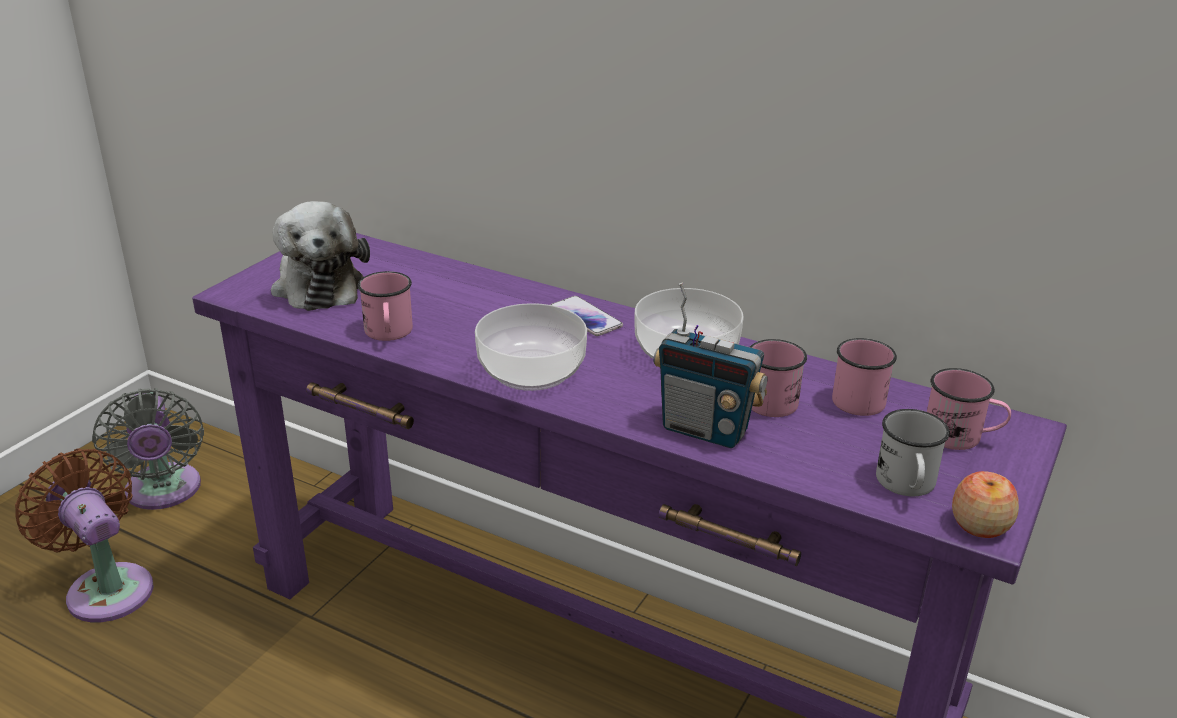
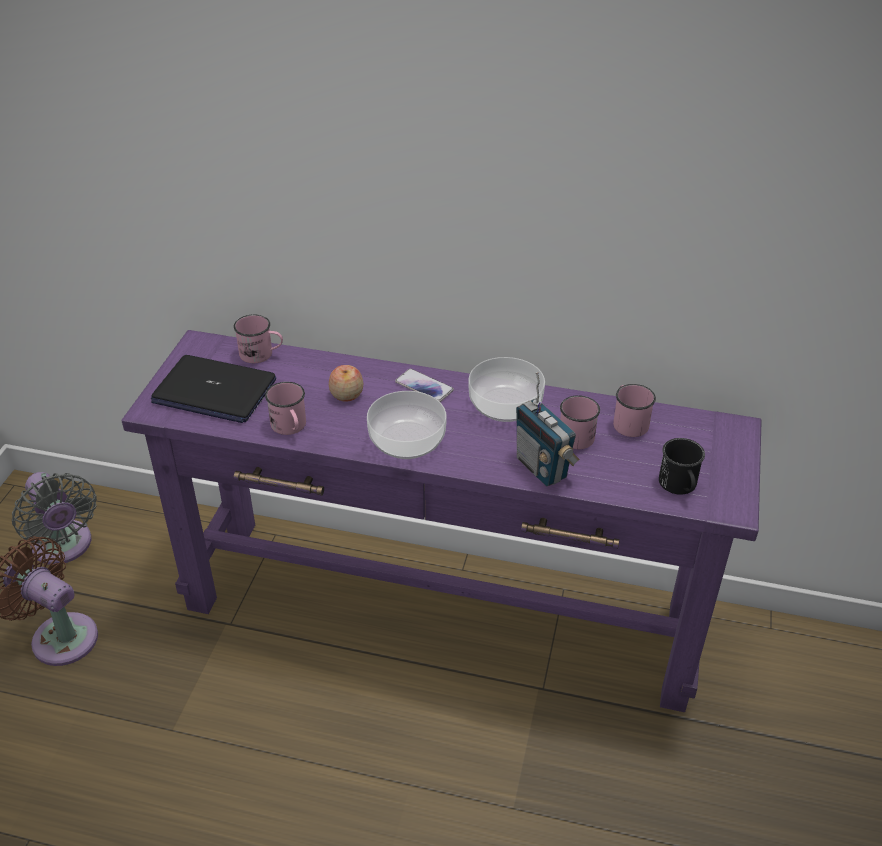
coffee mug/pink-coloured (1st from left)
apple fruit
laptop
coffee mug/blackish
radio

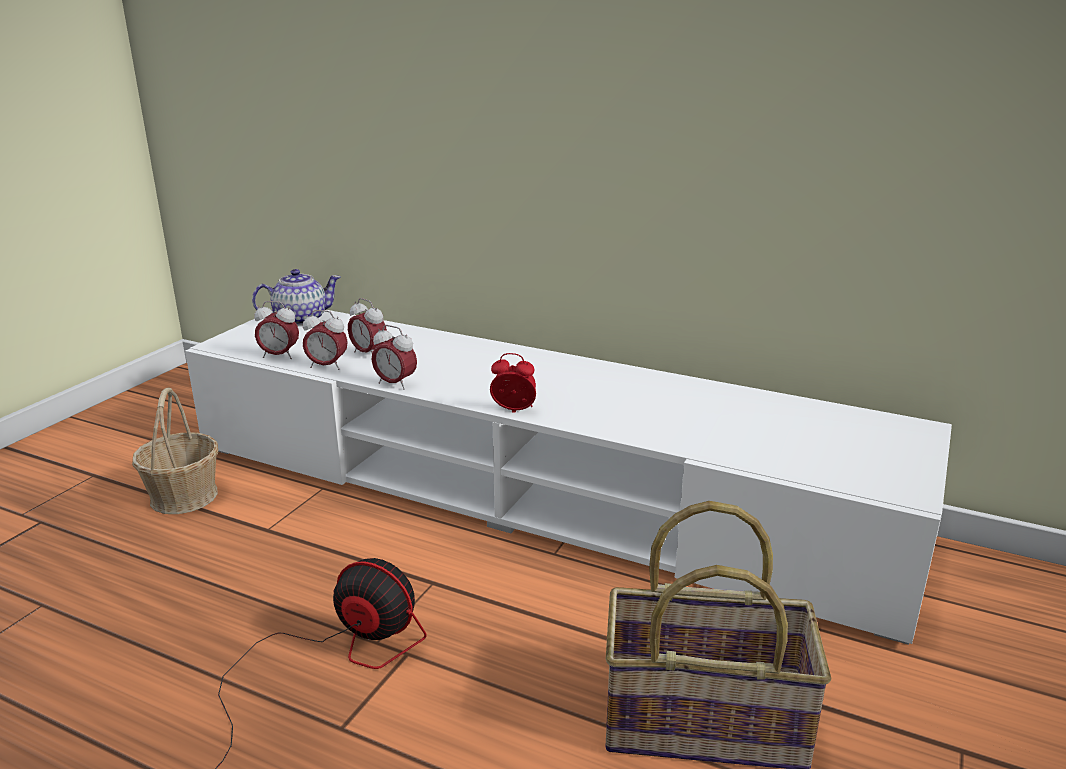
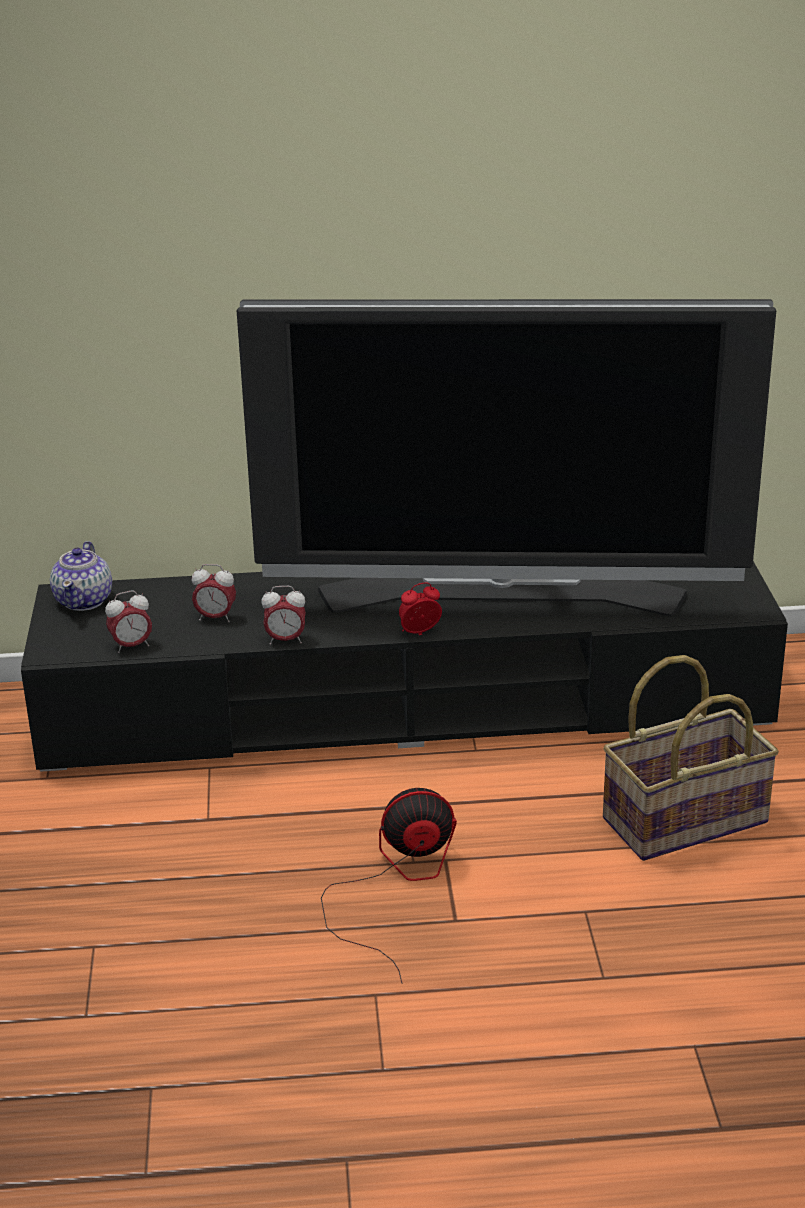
basket (1st from left in the first image)
table clock (2nd from left in the first image)
TV
tv unit/blackish
pot for tea

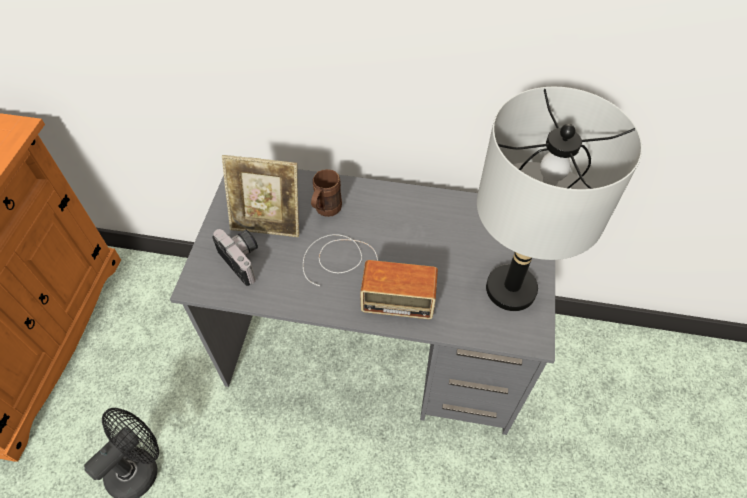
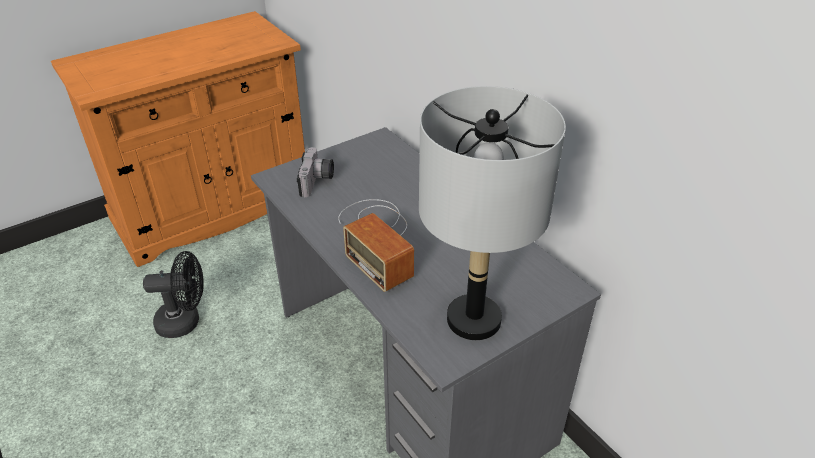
picture frame
coffee mug/brownish

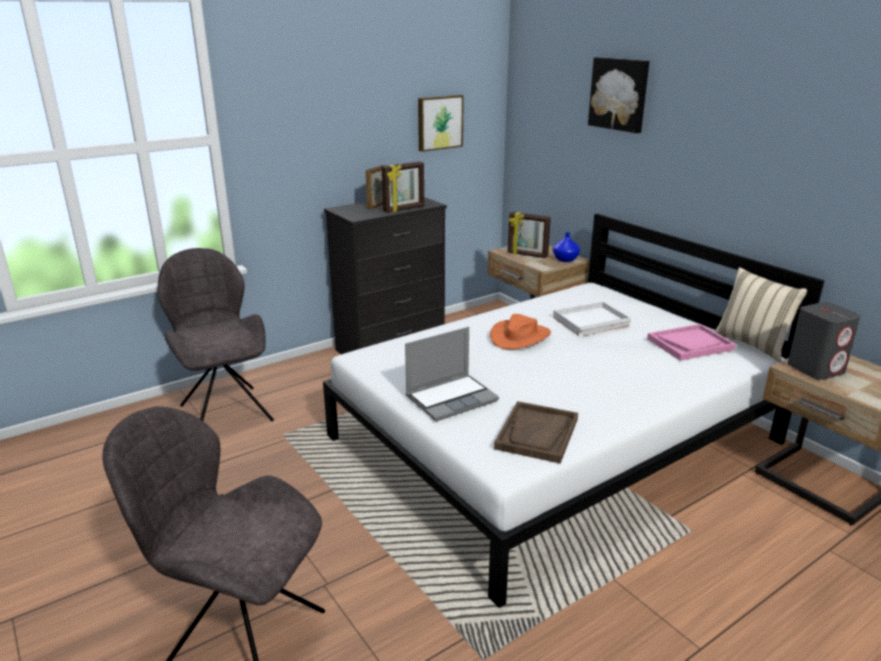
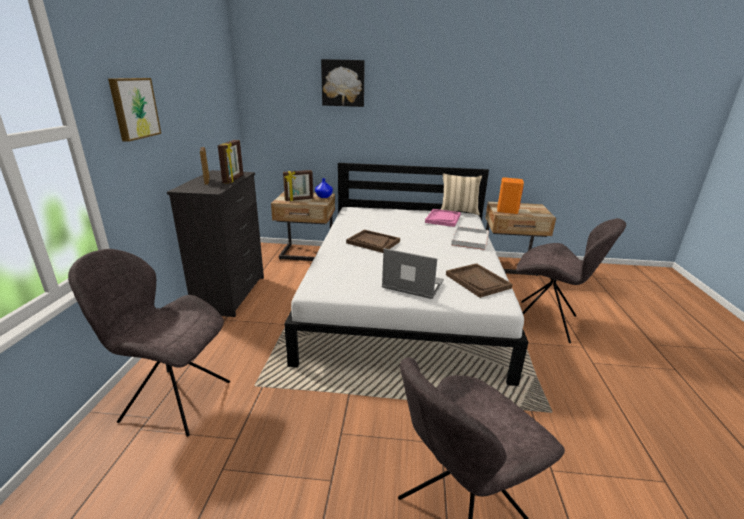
upright chair/grey (3rd from left)
wall art (1st from left)
serving tray/white
serving tray/brownish (1st from left)
loudspeaker/orangey
laptop

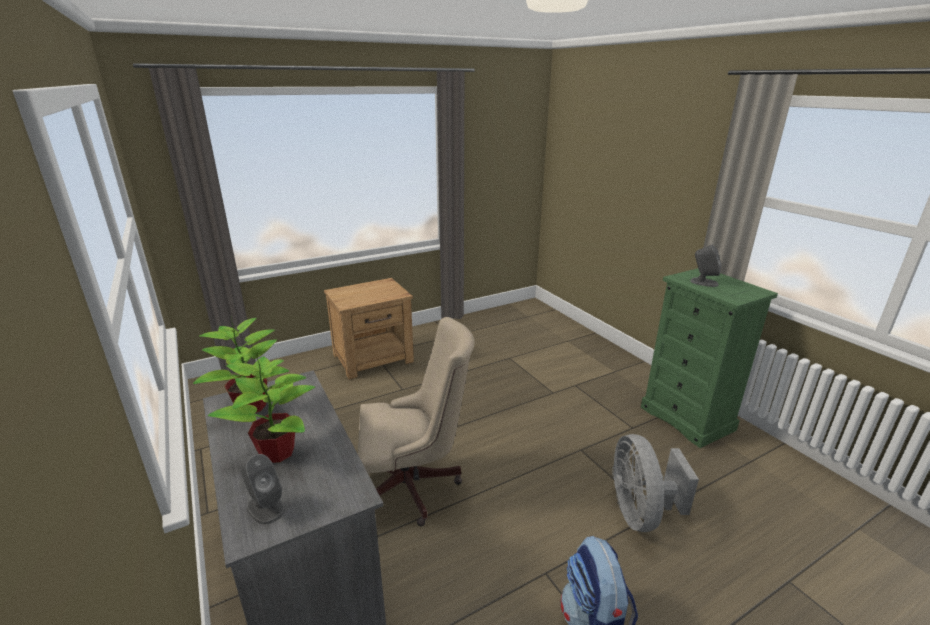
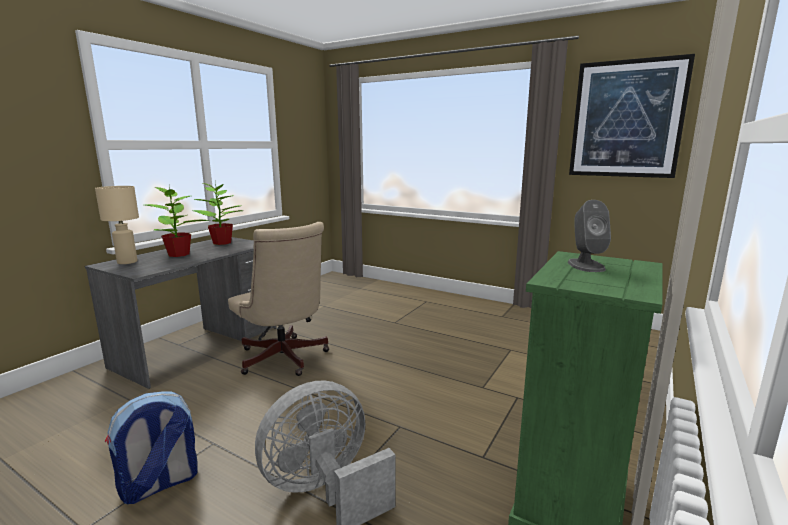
nightstand/brownish
wall art
tabletop lamp/sand-coloured

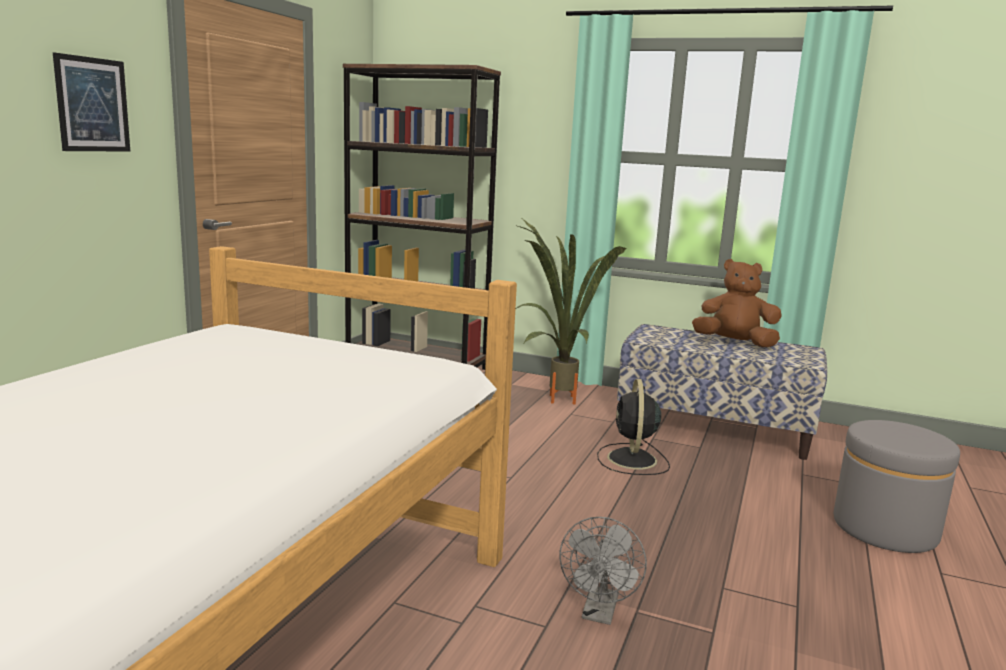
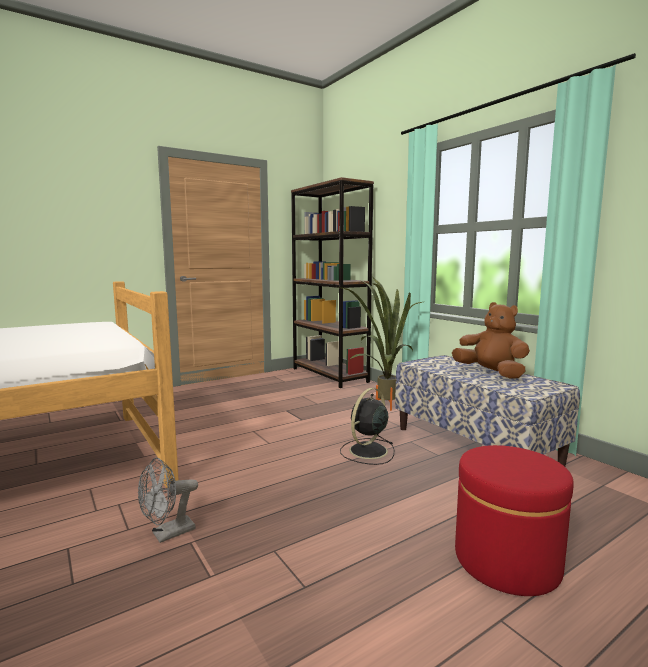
wall art
footrest/reddish

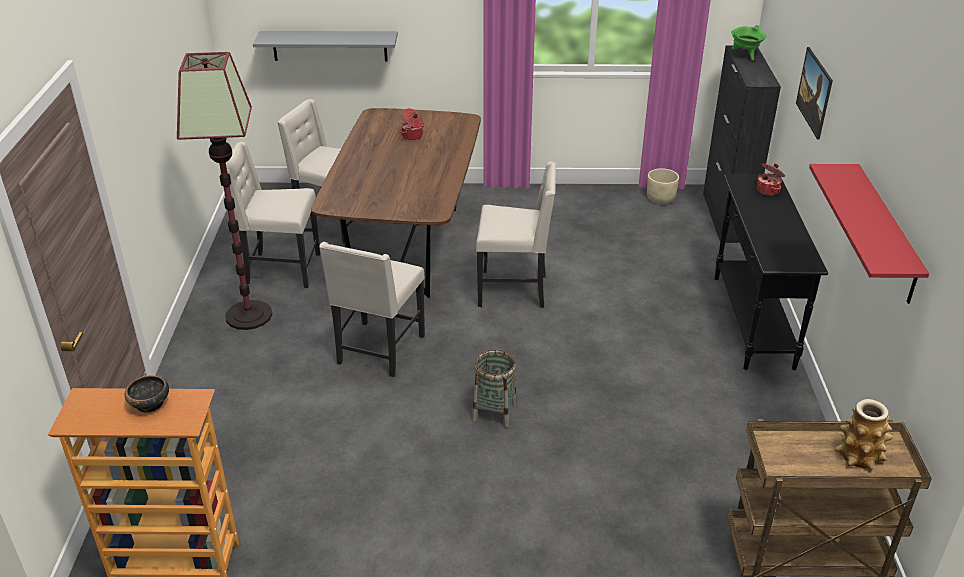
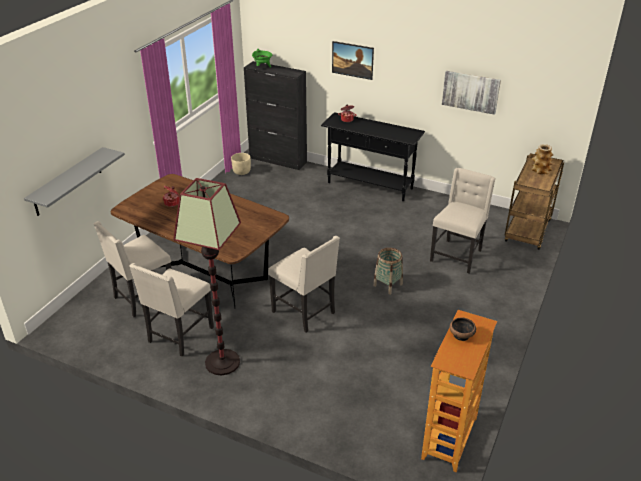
upright chair/sand-coloured (4th from left)
wall art (2nd from left)

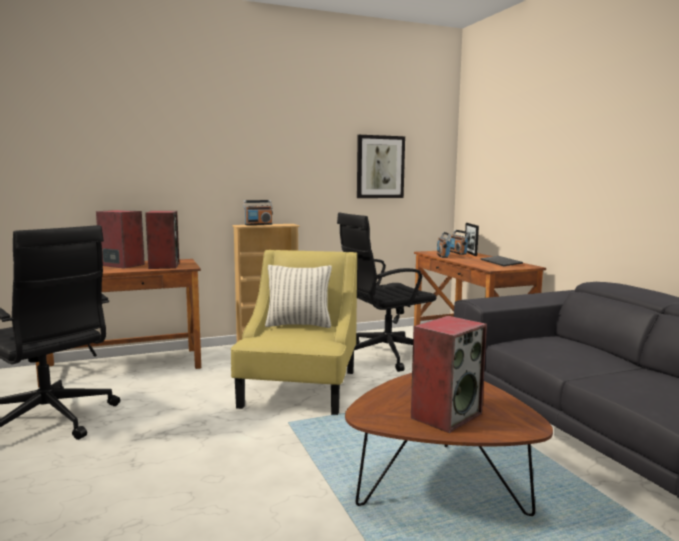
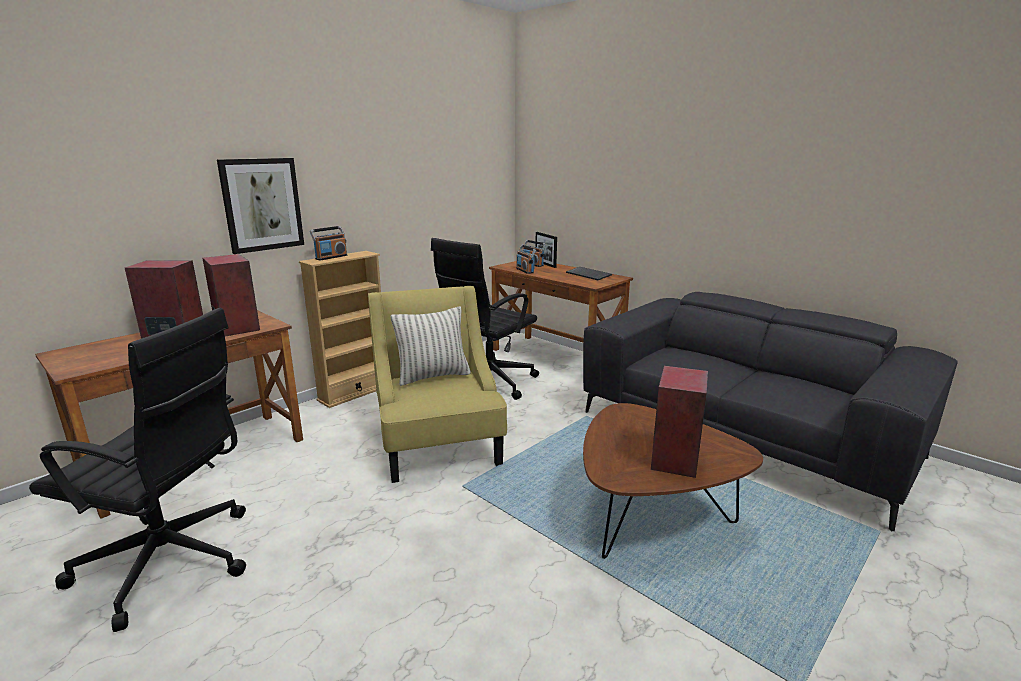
wall art

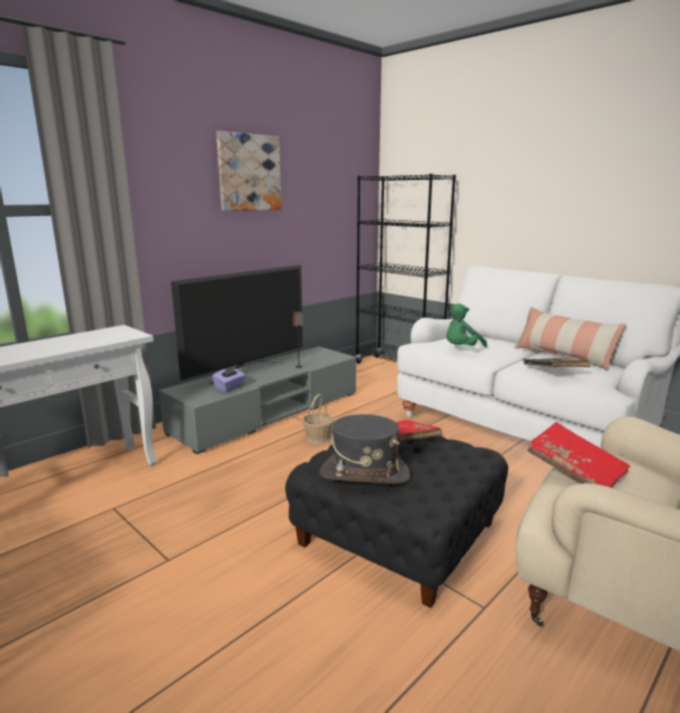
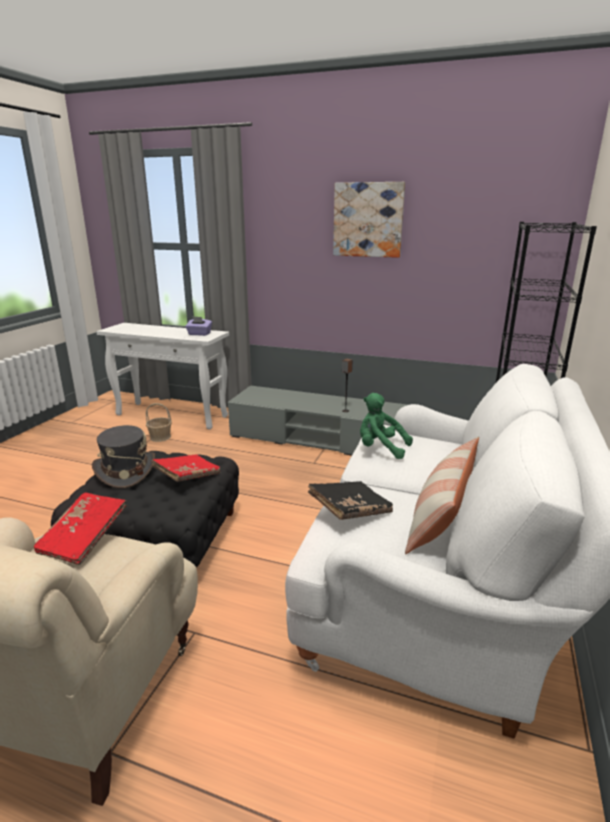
TV
tissue box/purple
basket

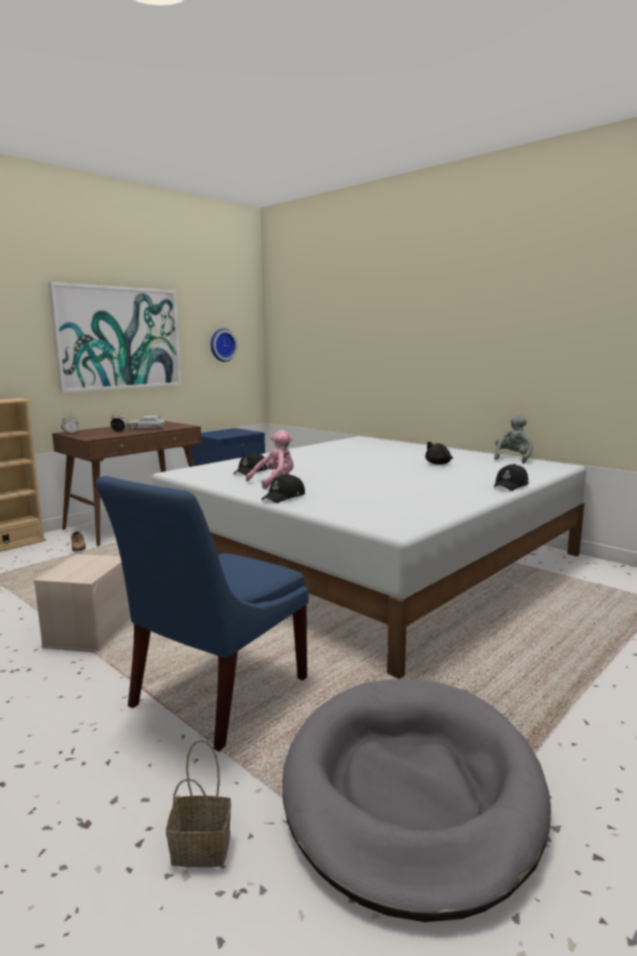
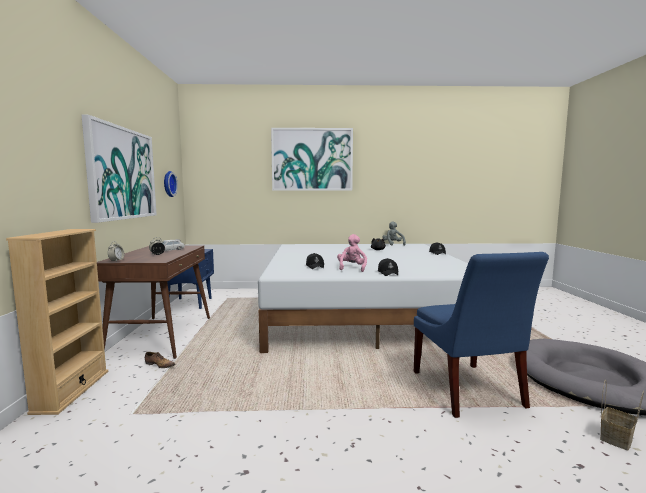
storage box/sand-coloured
wall art (2nd from left)

